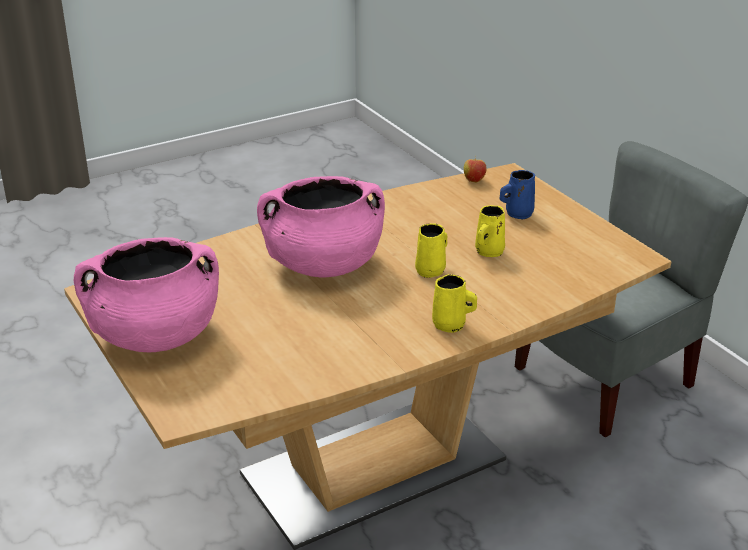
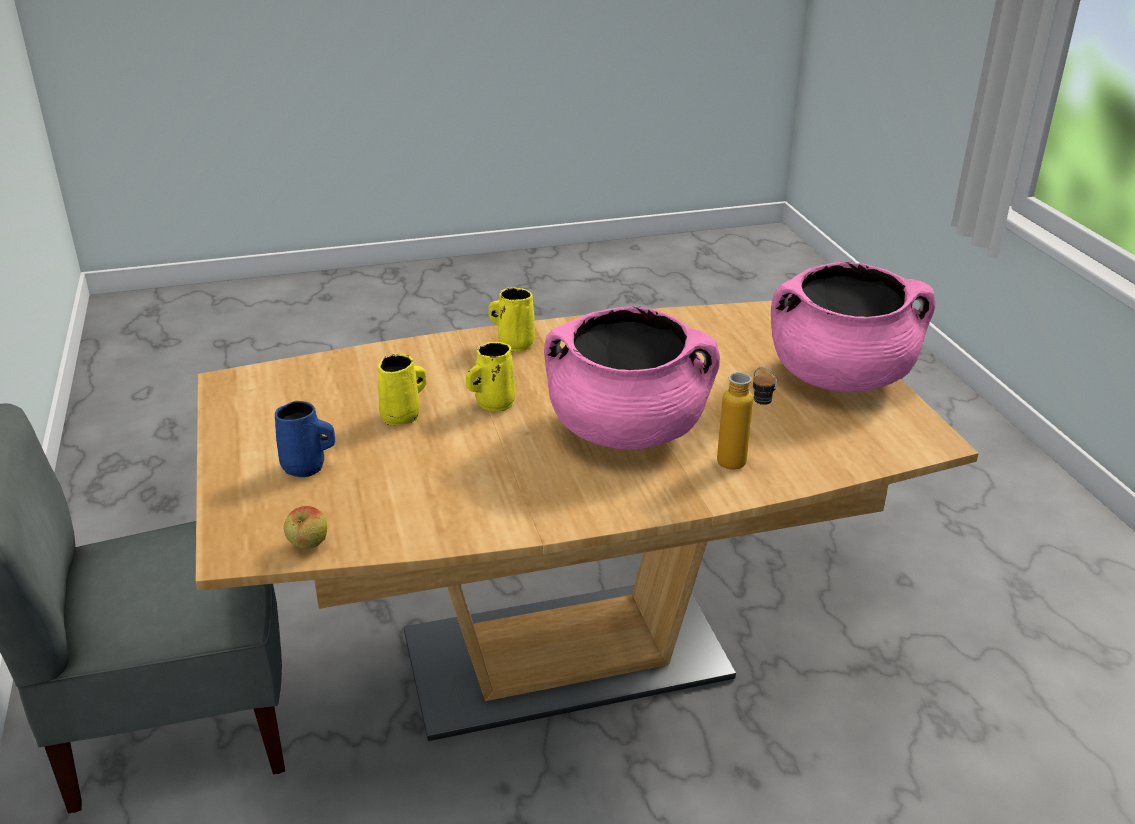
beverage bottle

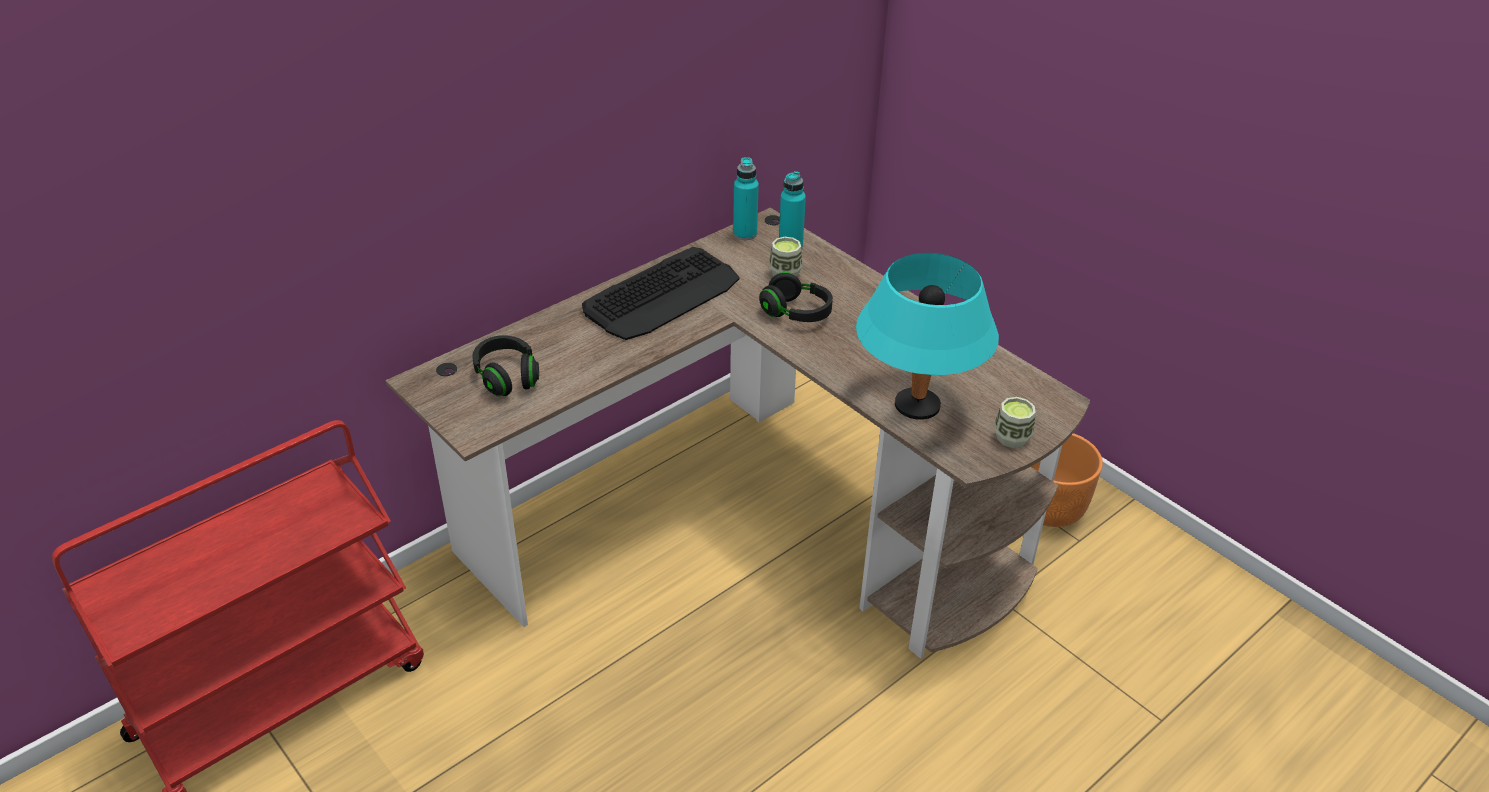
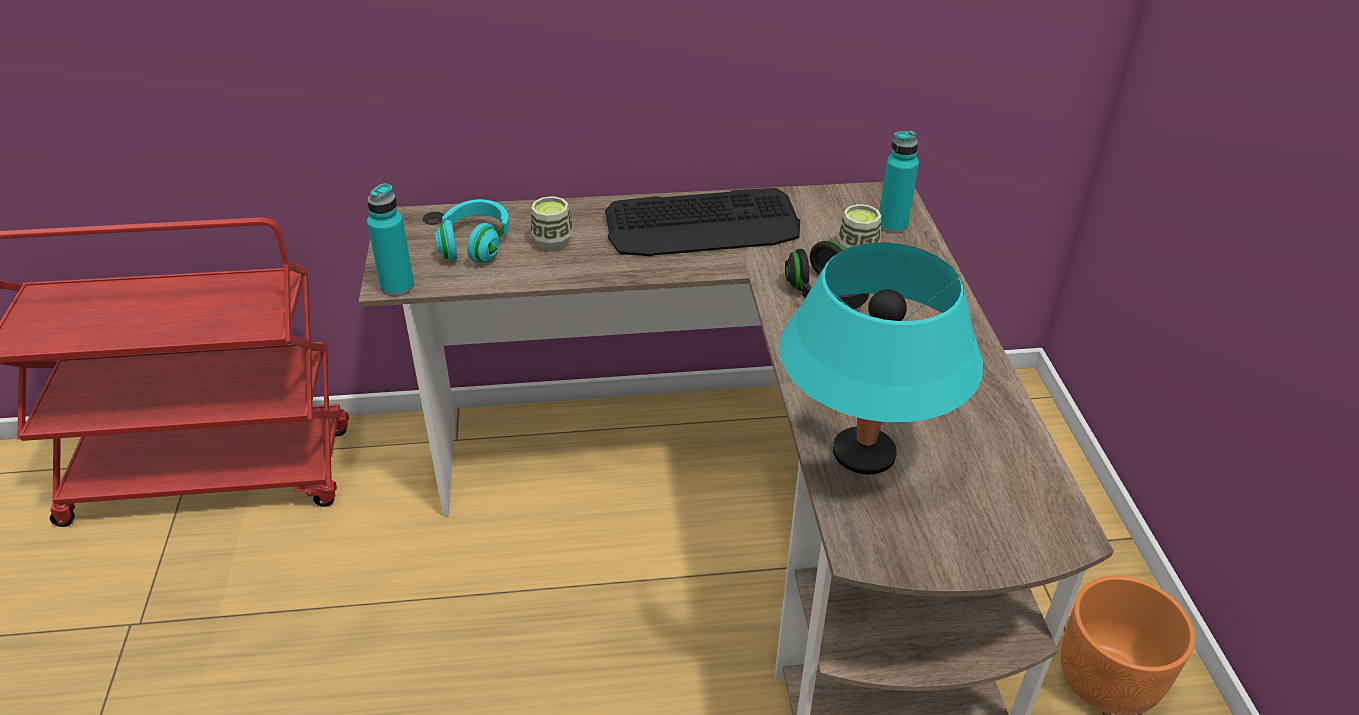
beverage bottle/turquoise-coloured (1st from left)
cup (1st from left)
headset/turquoise-coloured

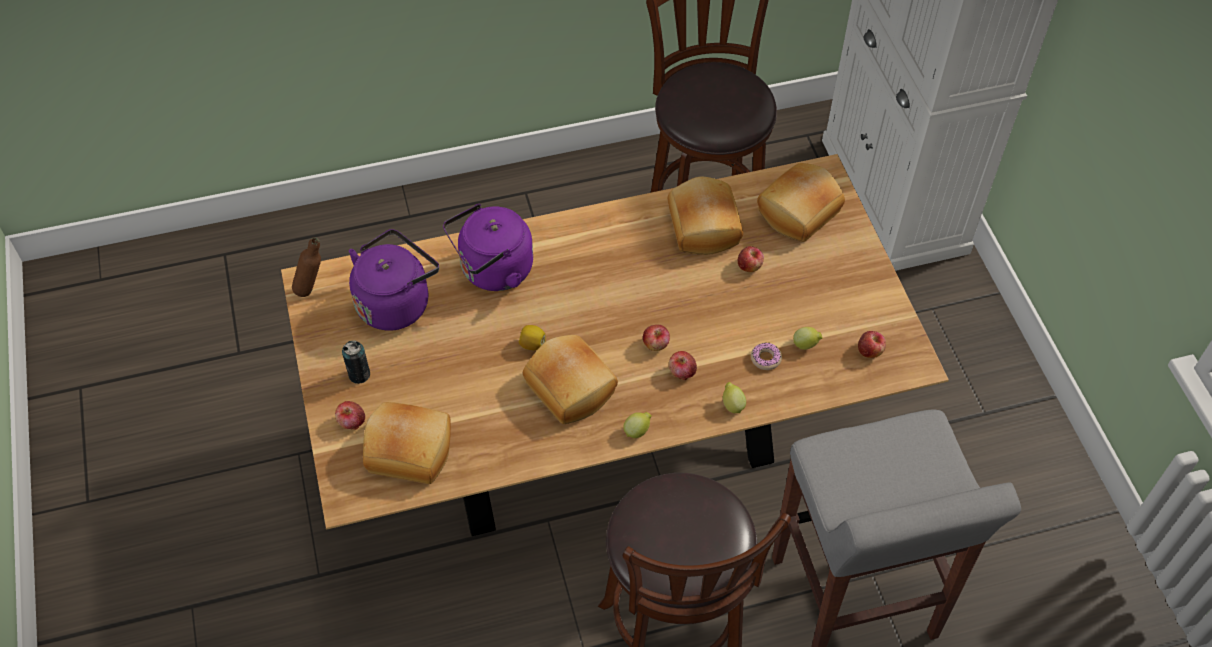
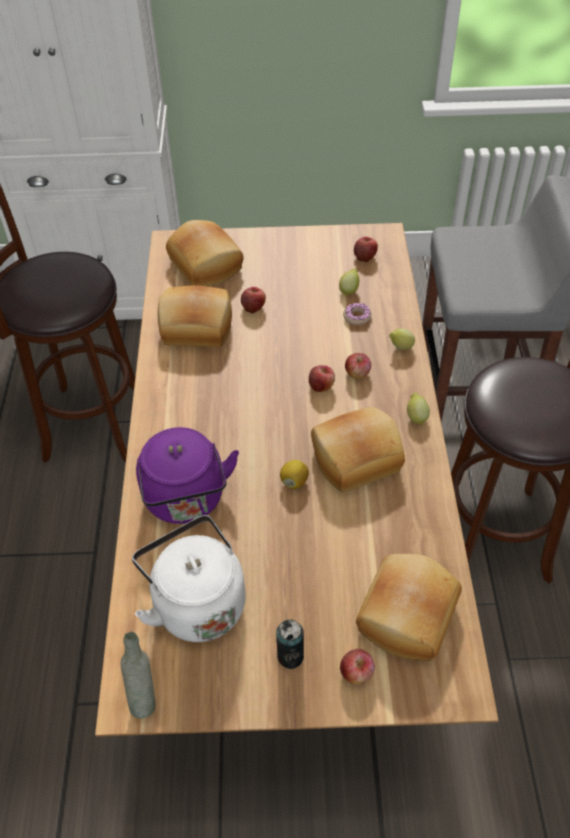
beverage bottle/grey
water kettle/white

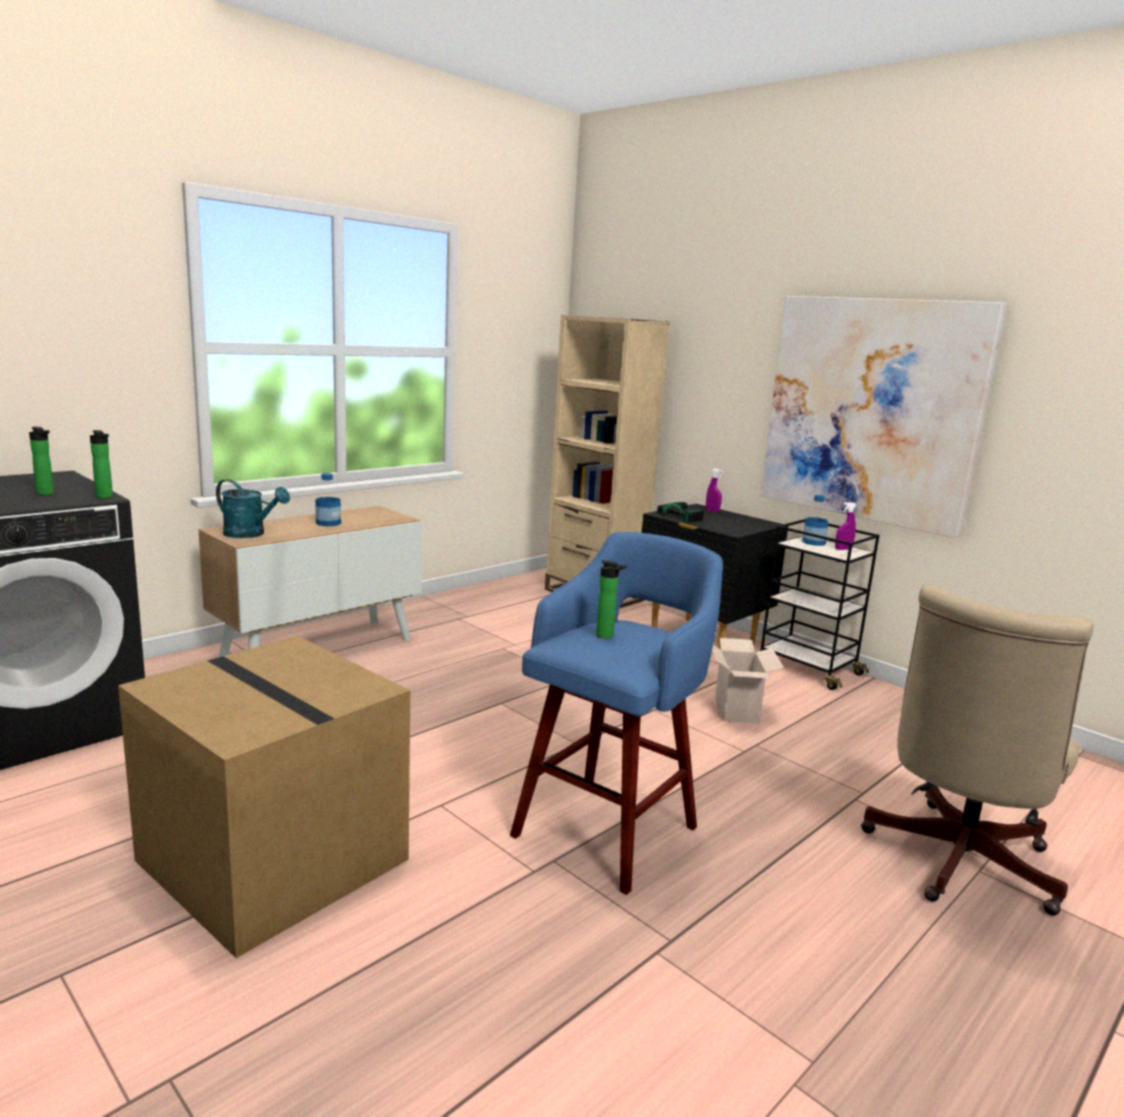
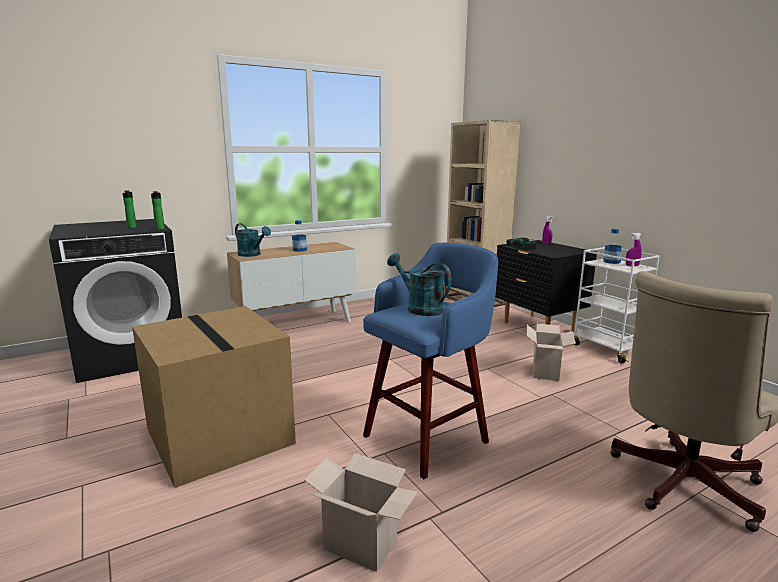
wall art
packing box (2nd from left)
sprinkling can/turquoise-coloured (2nd from left)
trolley/white

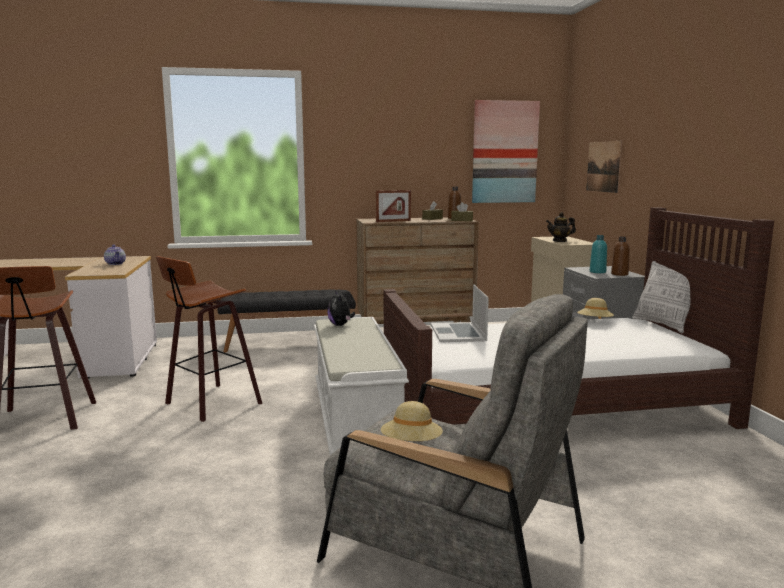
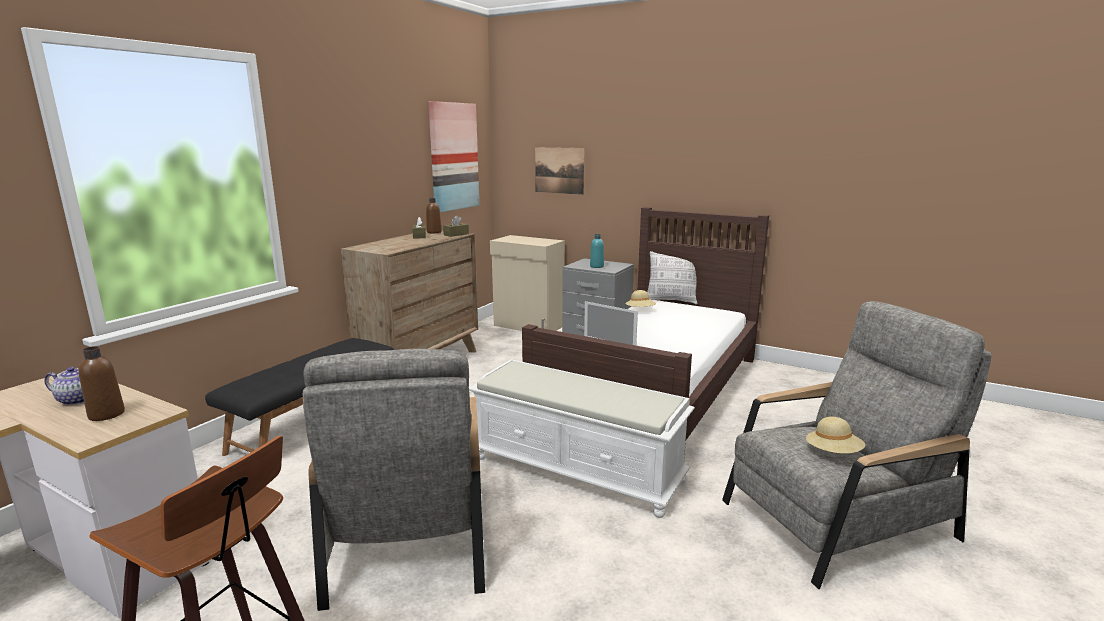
cuddly toy
picture frame
pot for tea (2nd from left in the first image)
beverage bottle/brownish (1st from left)
armchair/grey (1st from left)

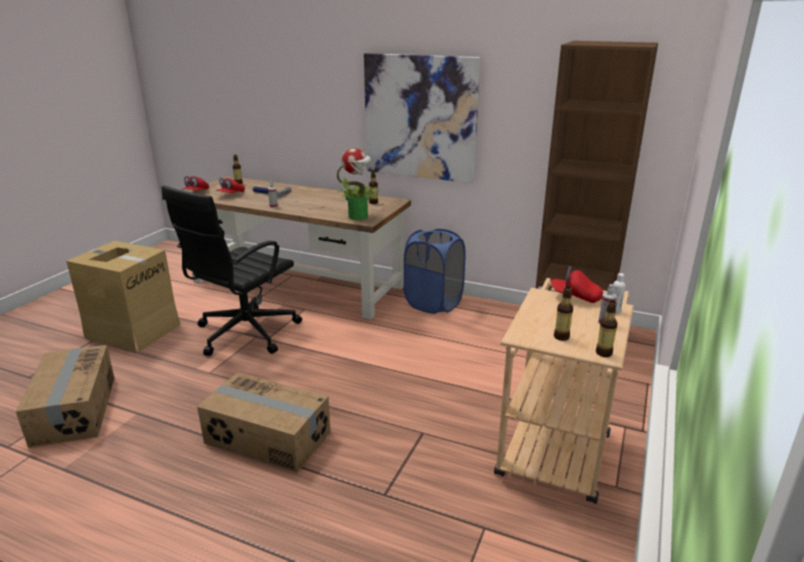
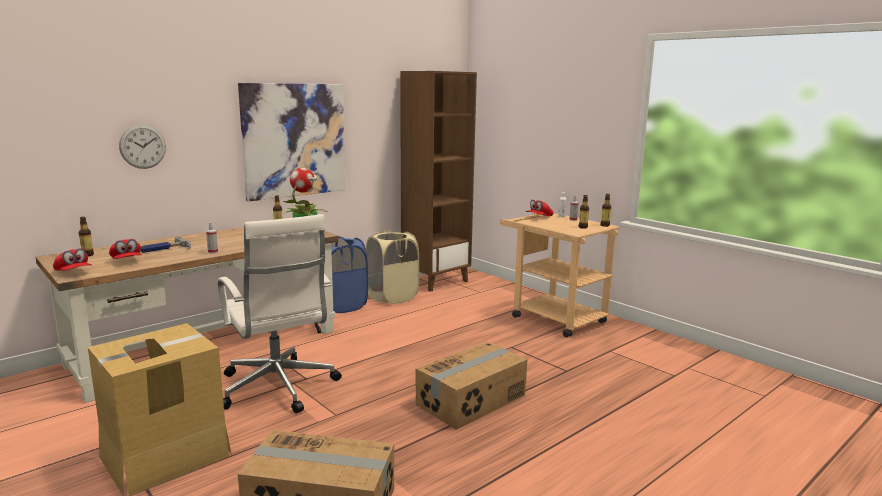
hanging clock
hamper/sand-coloured
desk chair/white

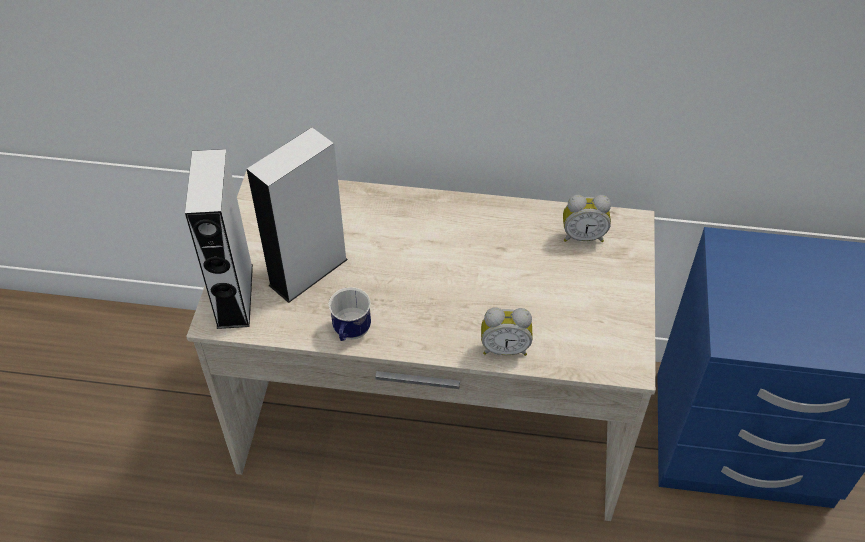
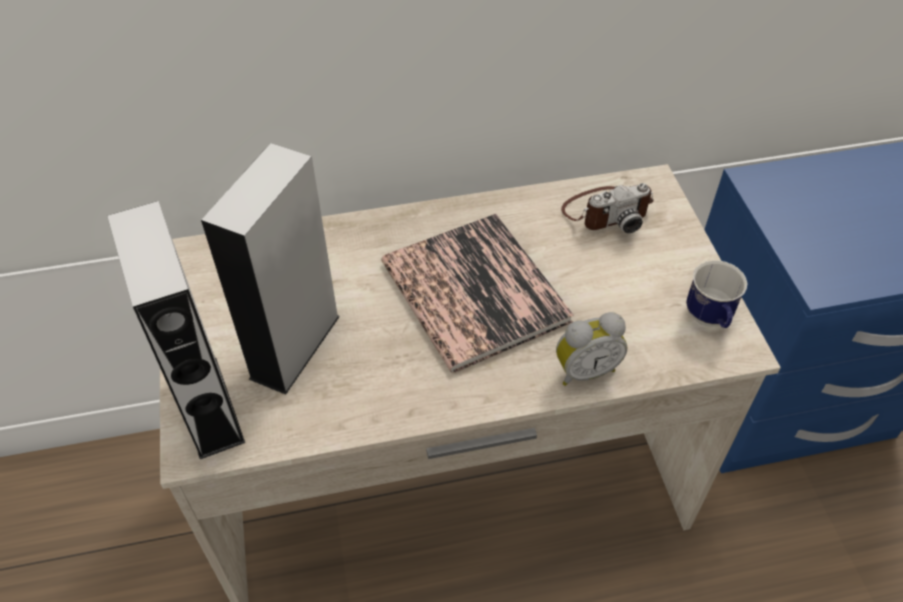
volume
coffee mug
photo camera

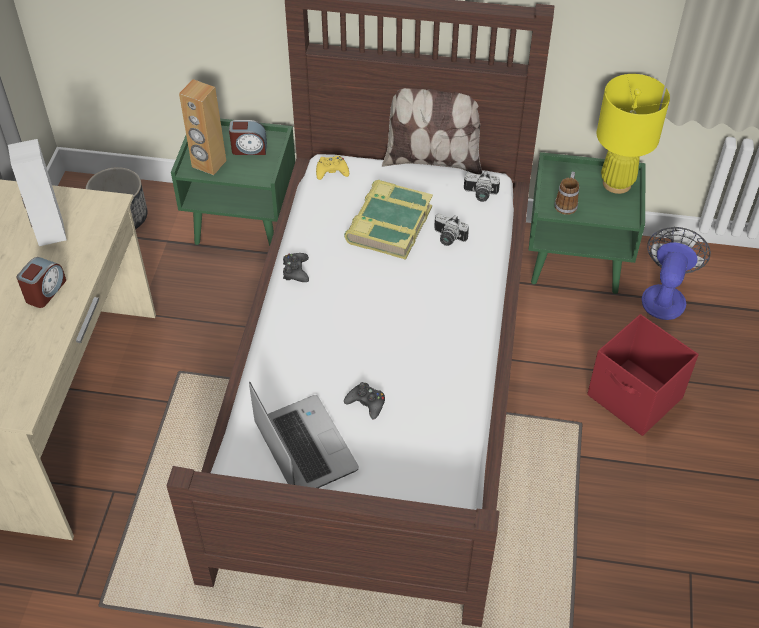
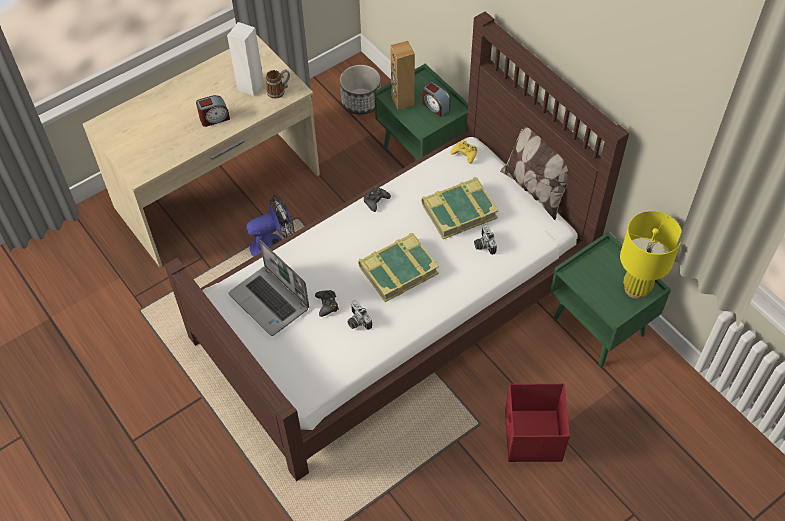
volume (1st from left)
photo camera (1st from left)
coffee mug
electric fan
laptop

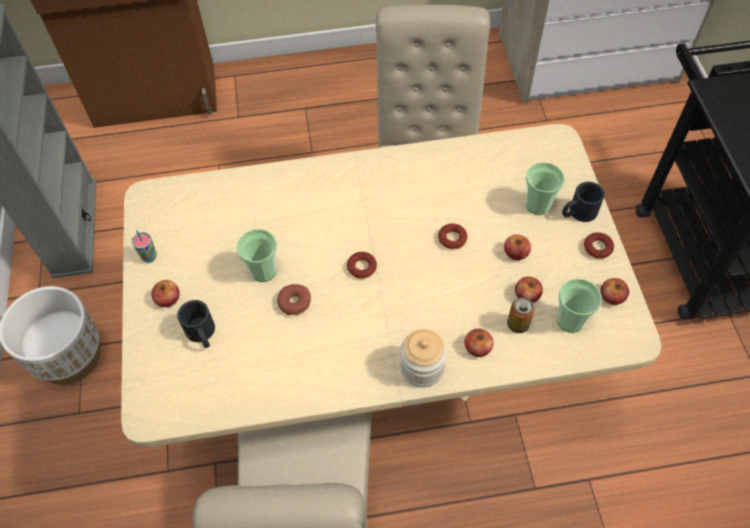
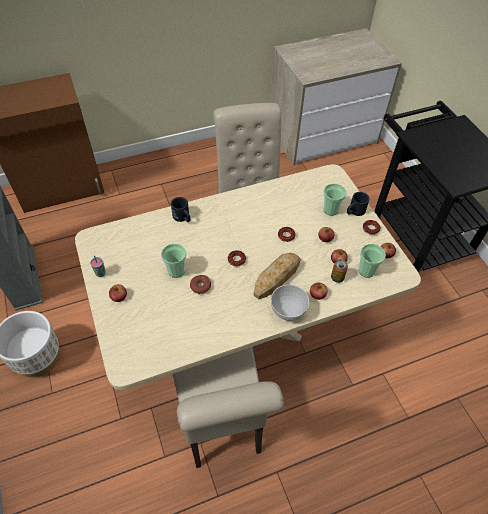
bread
coffee mug/blackish (1st from left)
bowl/grey

